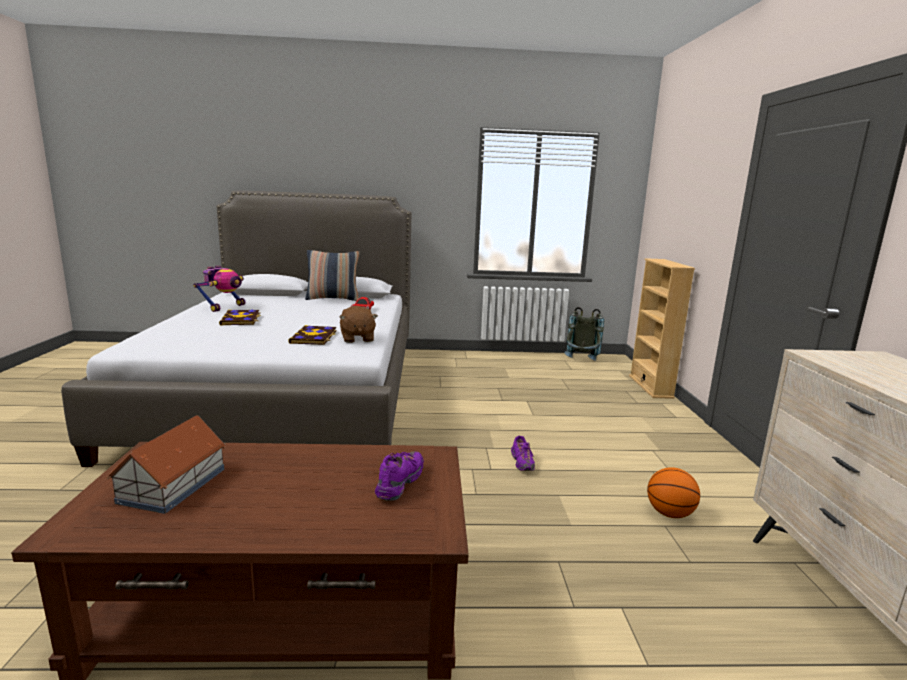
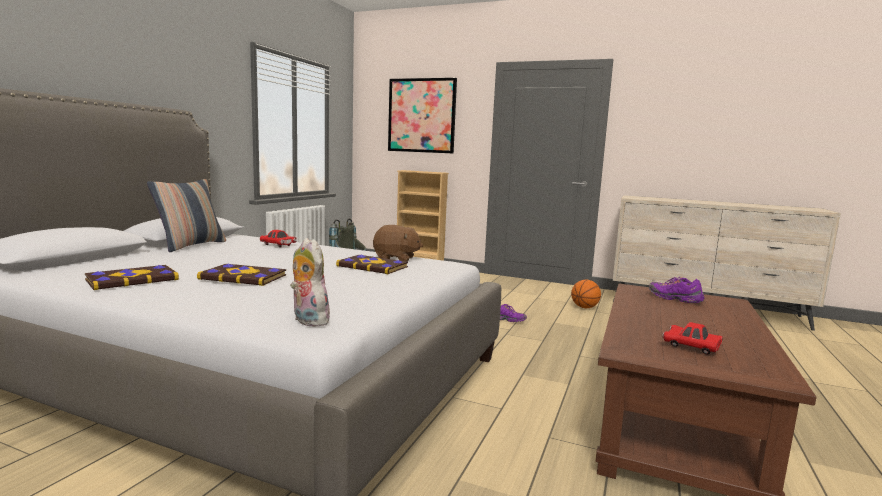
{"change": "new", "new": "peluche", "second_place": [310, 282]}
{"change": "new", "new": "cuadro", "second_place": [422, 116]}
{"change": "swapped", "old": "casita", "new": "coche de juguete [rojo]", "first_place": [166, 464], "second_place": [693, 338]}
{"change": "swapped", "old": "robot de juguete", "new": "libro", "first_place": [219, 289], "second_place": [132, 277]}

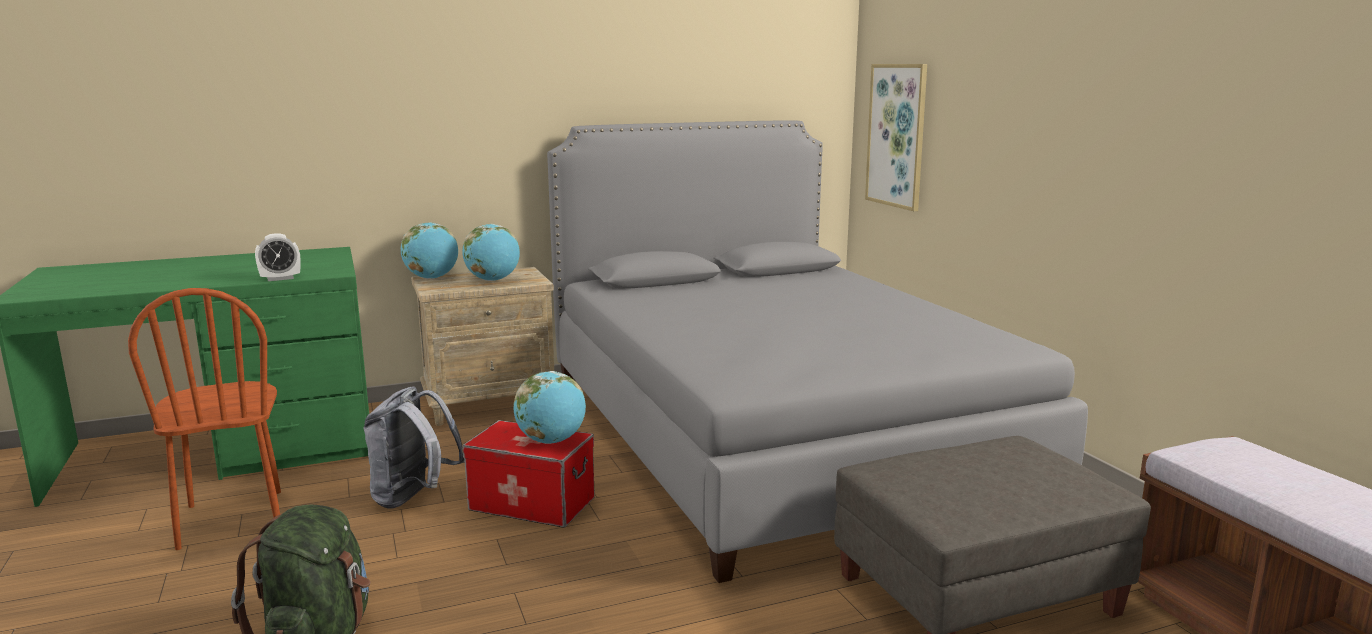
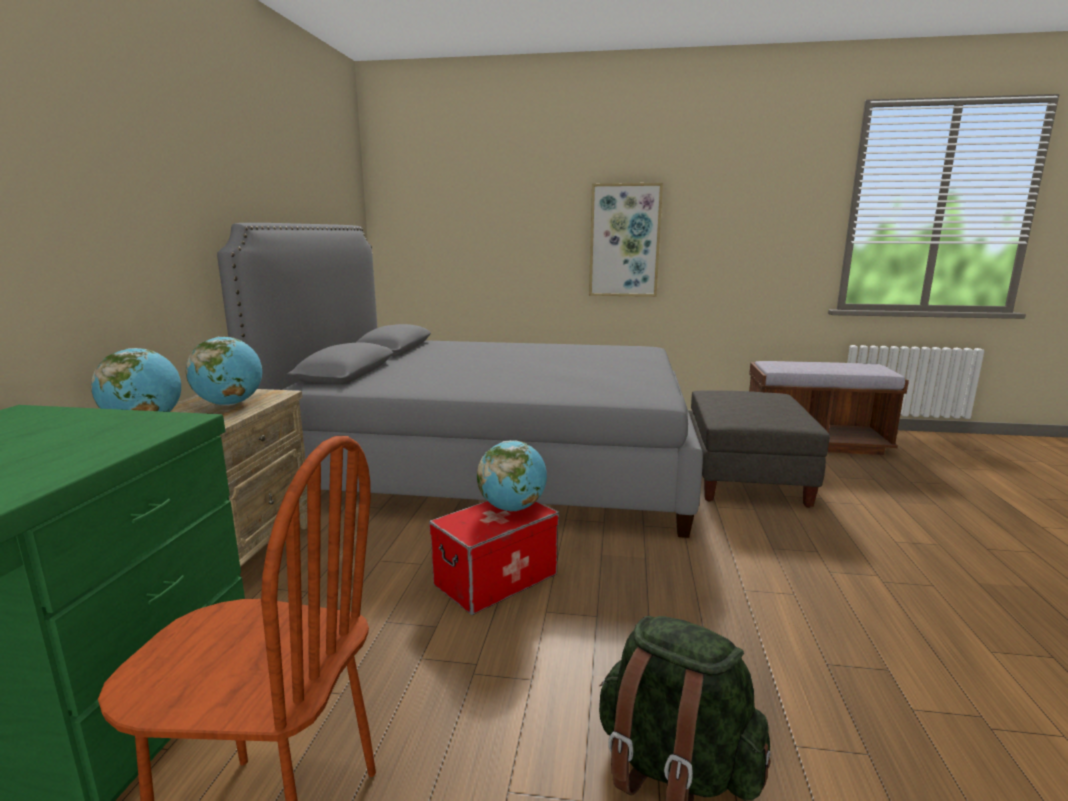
{"change": "gone", "old": "despertador", "first_place": [278, 257]}
{"change": "gone", "old": "mochila [gris]", "first_place": [414, 447]}
{"change": "shifted", "old": "cuadro", "first_place": [896, 137], "second_place": [626, 240]}

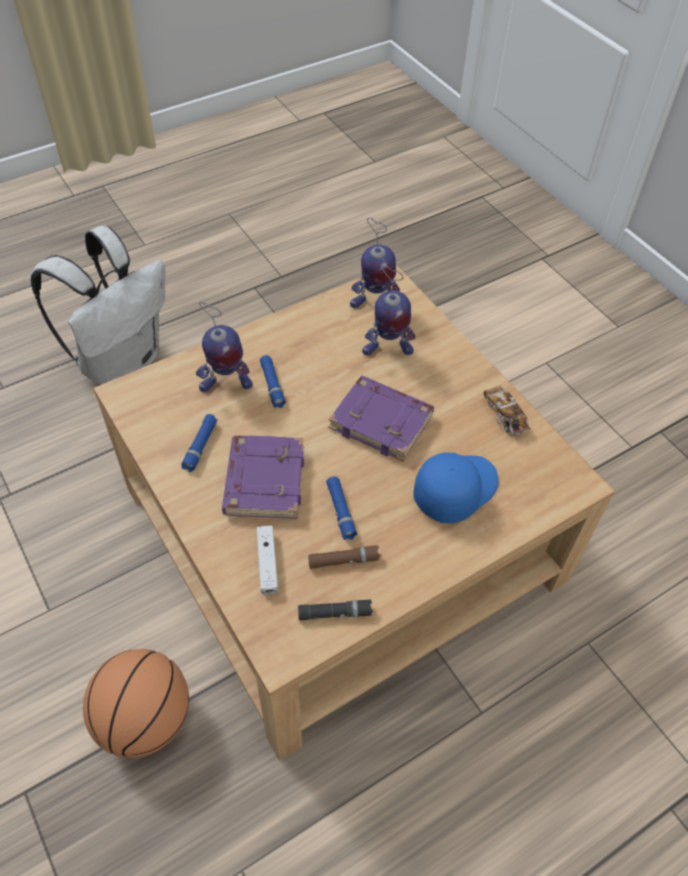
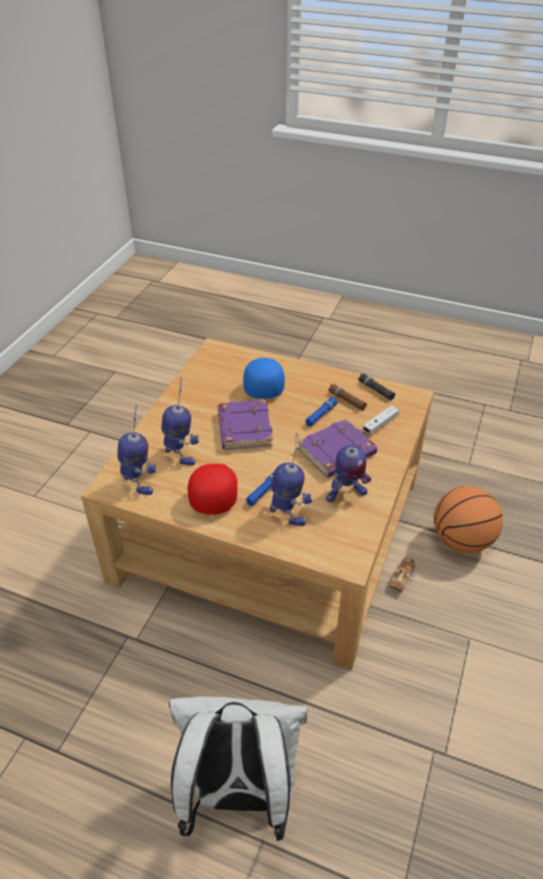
{"change": "new", "new": "gorra [rojo]", "second_place": [213, 489]}
{"change": "shifted", "old": "coche de juguete", "first_place": [507, 410], "second_place": [403, 575]}
{"change": "swapped", "old": "linterna [azul]", "new": "robot de juguete", "first_place": [199, 443], "second_place": [348, 464]}
{"change": "rotated", "old": "gorra [azul]", "first_place": [456, 487], "second_place": [264, 378], "degrees": 75}

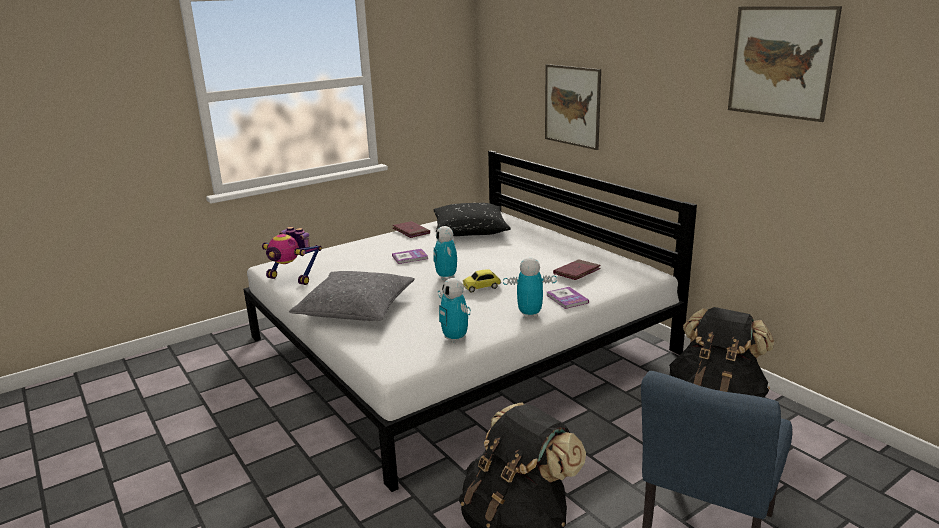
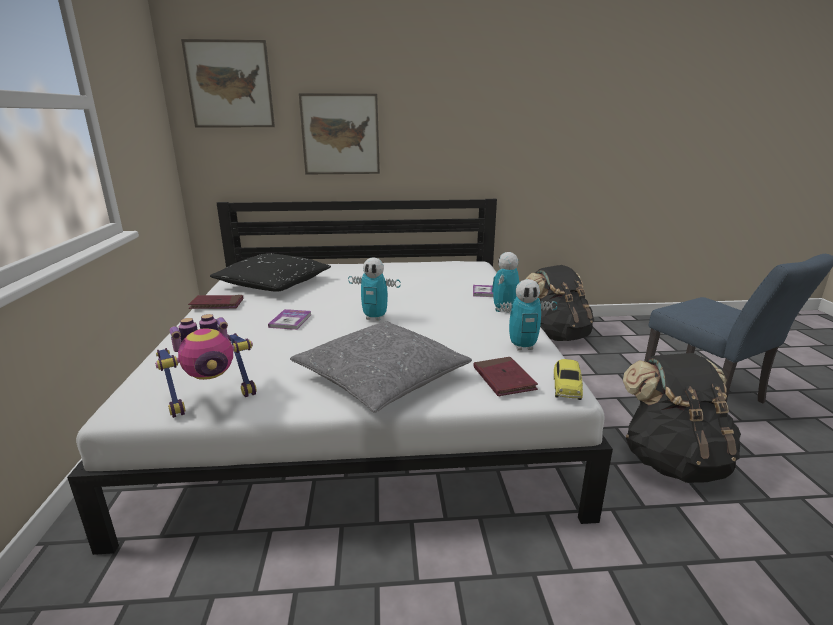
{"change": "shifted", "old": "coche de juguete", "first_place": [482, 281], "second_place": [568, 379]}
{"change": "shifted", "old": "libro [rojo]", "first_place": [577, 269], "second_place": [506, 376]}
{"change": "shifted", "old": "cuadro", "first_place": [785, 64], "second_place": [228, 83]}

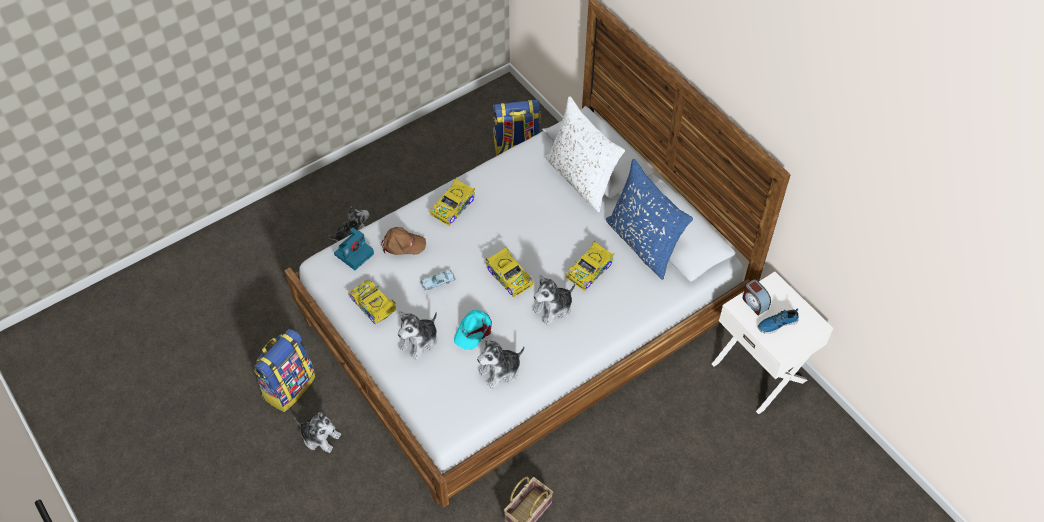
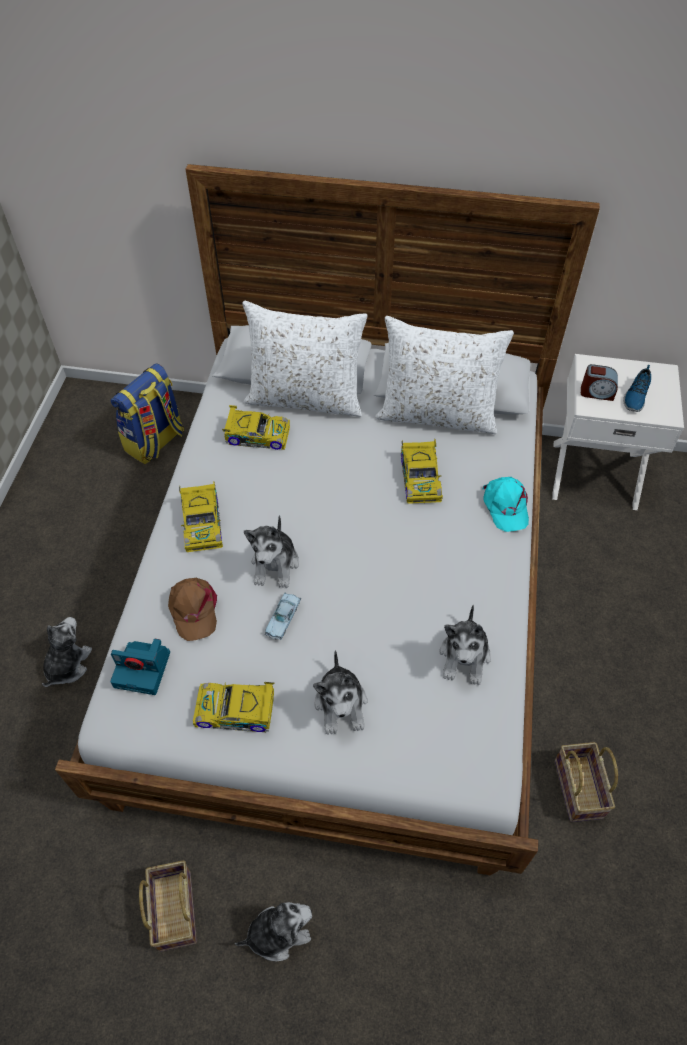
{"change": "shifted", "old": "gorra [turquesa]", "first_place": [473, 330], "second_place": [505, 504]}
{"change": "shifted", "old": "coche de juguete", "first_place": [510, 271], "second_place": [256, 427]}
{"change": "shifted", "old": "peluche", "first_place": [554, 300], "second_place": [271, 551]}
{"change": "swapped", "old": "mochila", "new": "cesta", "first_place": [284, 370], "second_place": [168, 906]}
{"change": "repainted", "old": "cojín [azul]", "new": "cojín [blanco]", "first_place": [649, 219], "second_place": [444, 375]}
{"change": "rotated", "old": "cámara", "first_place": [354, 248], "second_place": [140, 667], "degrees": 105}
{"change": "rotated", "old": "gorra [marrón]", "first_place": [403, 241], "second_place": [192, 609], "degrees": 120}

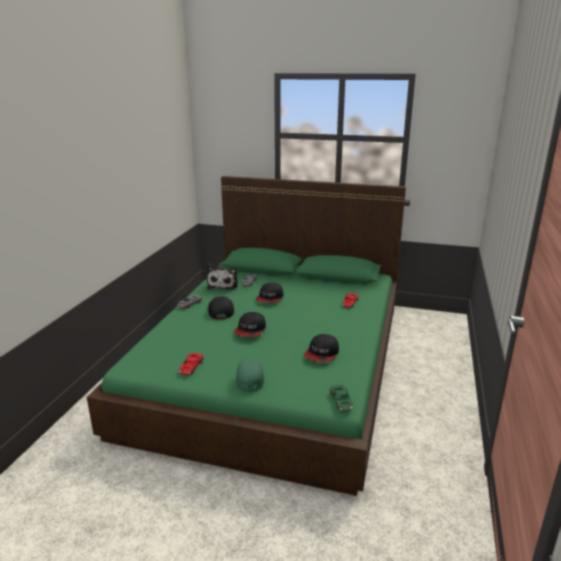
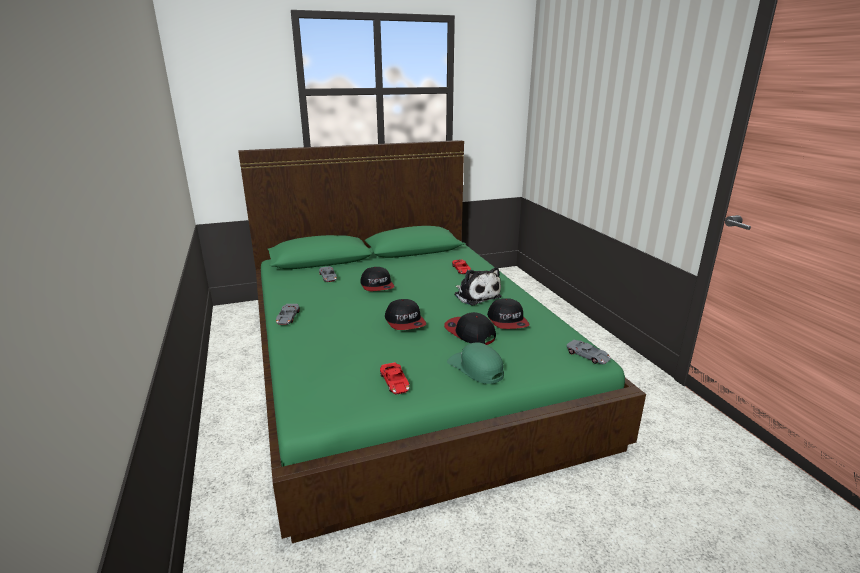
{"change": "shifted", "old": "peluche", "first_place": [222, 277], "second_place": [478, 286]}
{"change": "shifted", "old": "gorra", "first_place": [221, 307], "second_place": [470, 328]}
{"change": "repainted", "old": "coche de juguete [verde]", "new": "coche de juguete [gris]", "first_place": [341, 397], "second_place": [589, 352]}

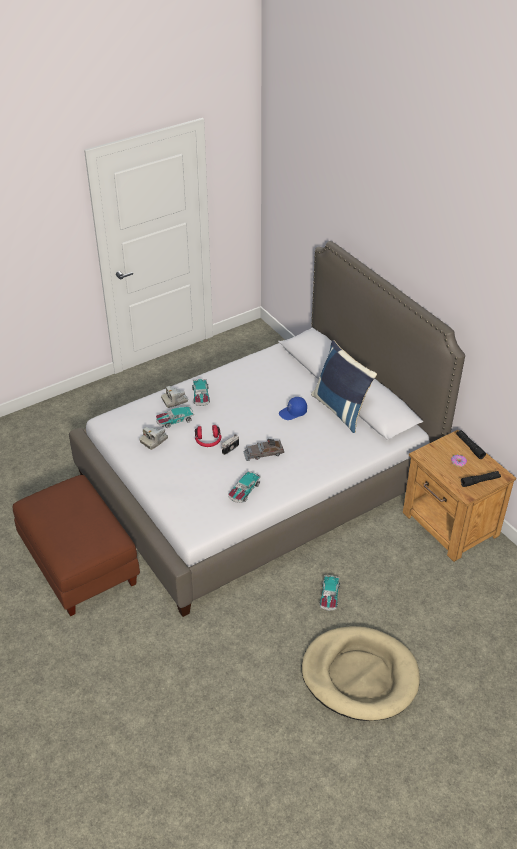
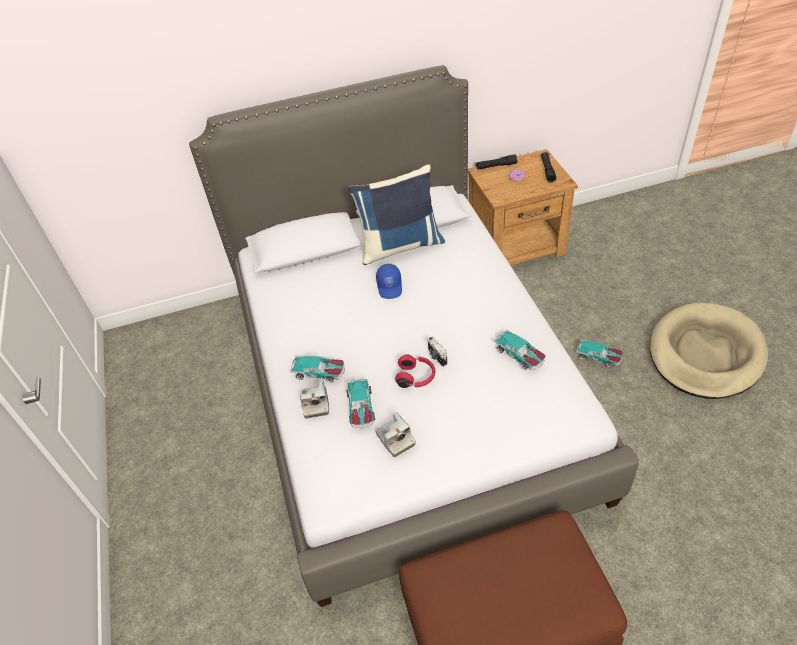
{"change": "gone", "old": "coche de juguete [gris]", "first_place": [263, 450]}

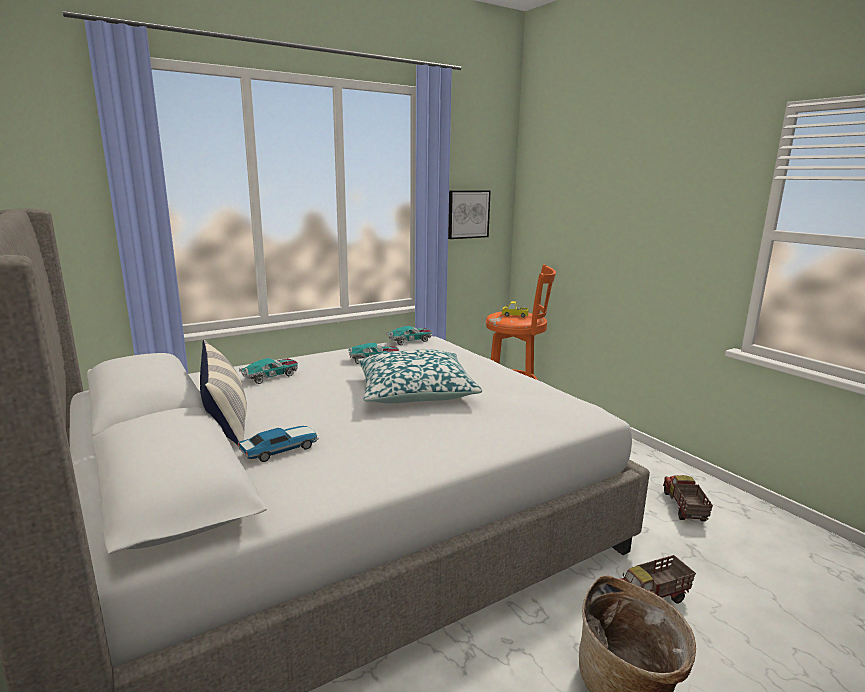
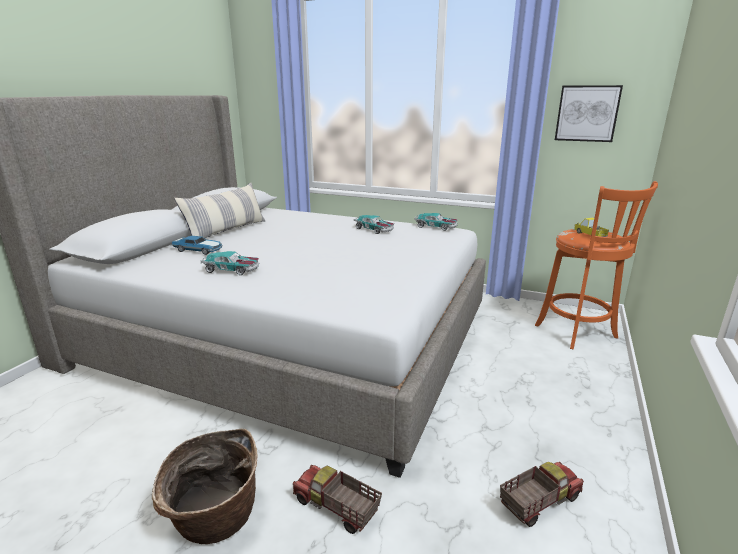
{"change": "gone", "old": "cojín", "first_place": [419, 377]}
{"change": "shifted", "old": "coche de juguete", "first_place": [268, 371], "second_place": [230, 263]}

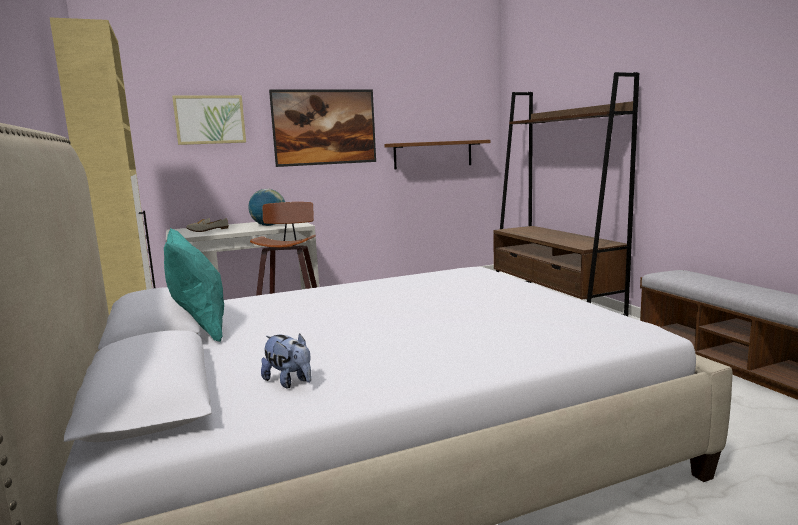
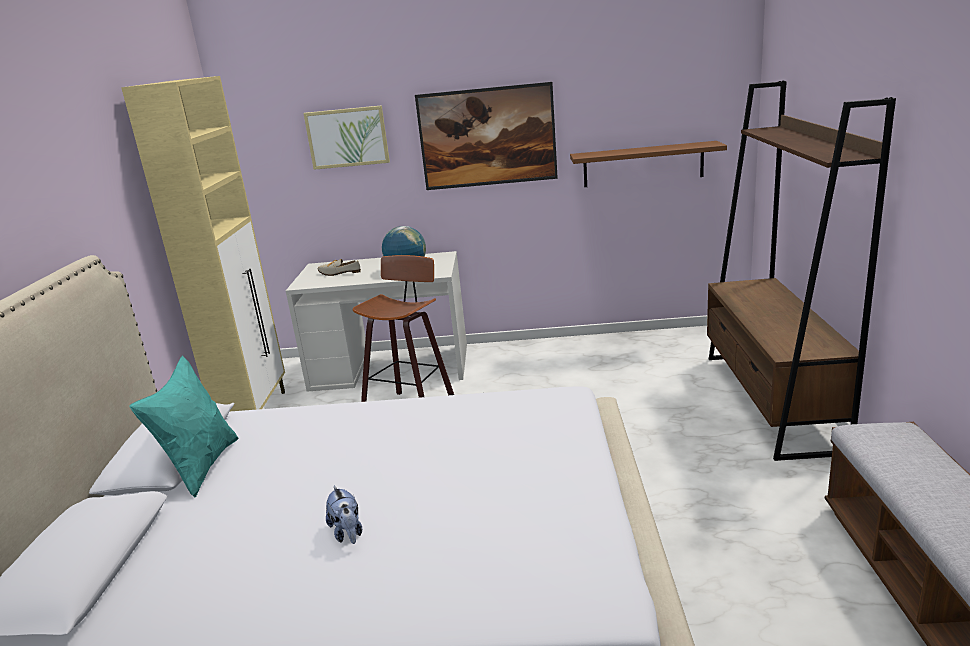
{"change": "shifted", "old": "peluche", "first_place": [286, 360], "second_place": [344, 515]}

